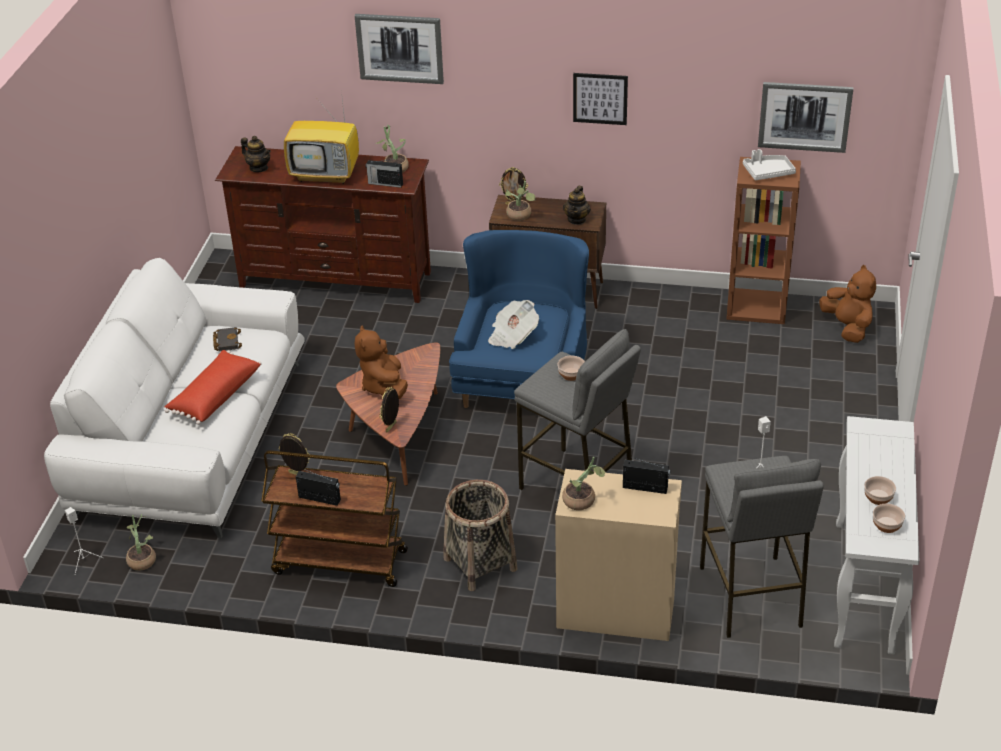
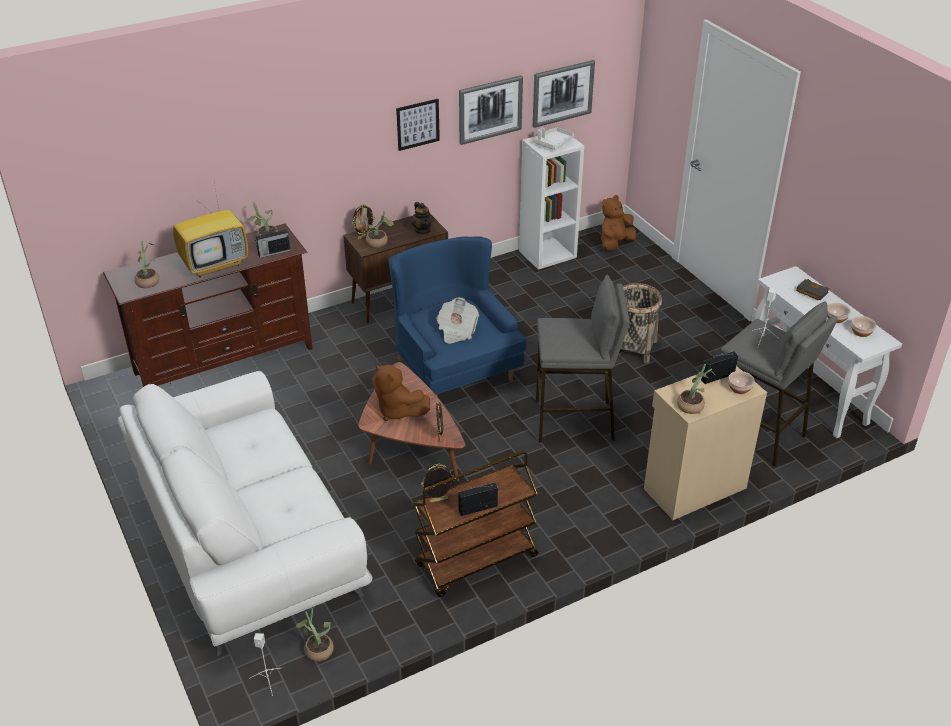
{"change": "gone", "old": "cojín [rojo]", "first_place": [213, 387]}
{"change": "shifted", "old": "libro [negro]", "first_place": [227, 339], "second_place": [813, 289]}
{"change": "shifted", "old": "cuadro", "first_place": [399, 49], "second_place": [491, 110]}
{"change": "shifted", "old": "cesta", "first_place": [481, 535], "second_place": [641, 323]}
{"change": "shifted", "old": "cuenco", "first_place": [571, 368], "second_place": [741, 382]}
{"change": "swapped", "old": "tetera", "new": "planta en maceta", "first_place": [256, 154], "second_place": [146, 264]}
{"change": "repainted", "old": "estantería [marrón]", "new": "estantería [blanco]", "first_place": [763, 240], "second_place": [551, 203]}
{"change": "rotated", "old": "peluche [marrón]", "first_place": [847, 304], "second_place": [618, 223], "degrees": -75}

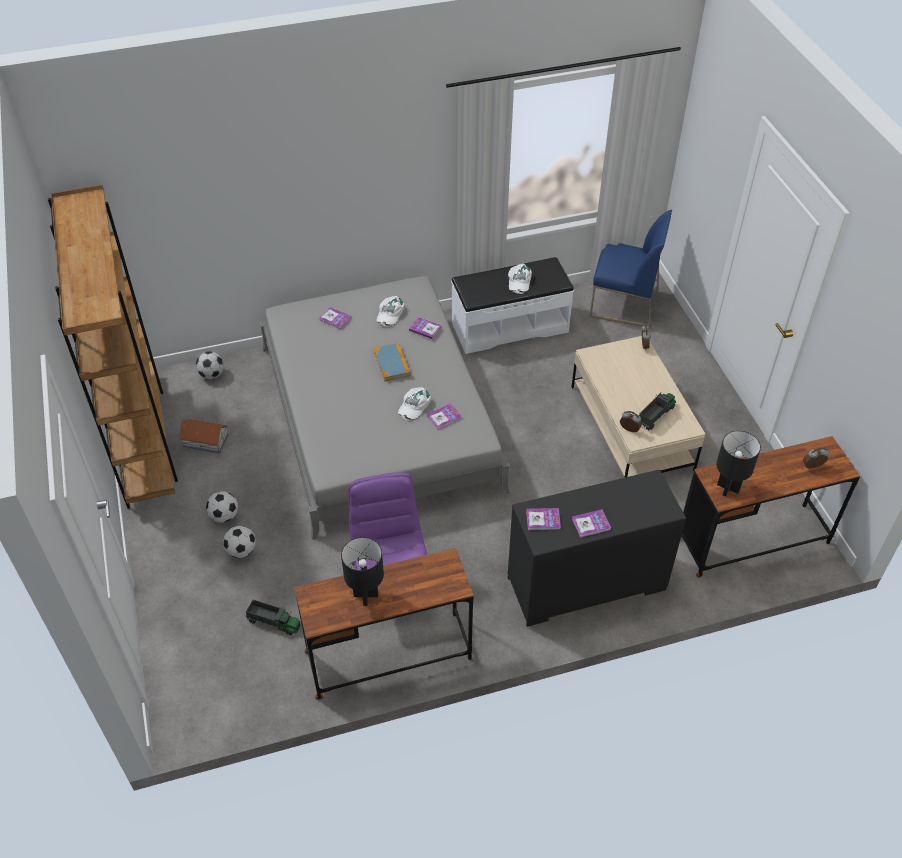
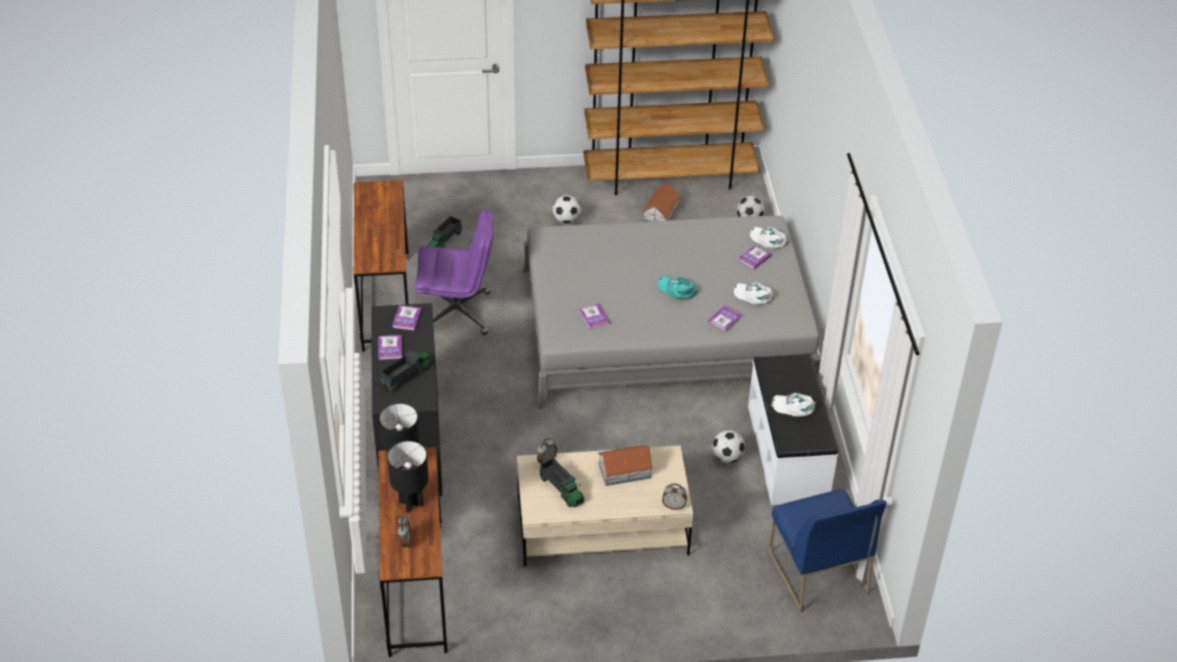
{"change": "new", "new": "camión de juguete", "second_place": [406, 370]}
{"change": "new", "new": "casita", "second_place": [625, 465]}
{"change": "shifted", "old": "balón de fútbol", "first_place": [239, 542], "second_place": [728, 446]}
{"change": "shifted", "old": "lámpara de mesa [negro]", "first_place": [362, 571], "second_place": [408, 477]}
{"change": "shifted", "old": "gorra [blanco]", "first_place": [414, 404], "second_place": [770, 237]}
{"change": "swapped", "old": "libro", "new": "gorra [turquesa]", "first_place": [392, 362], "second_place": [678, 287]}
{"change": "rotated", "old": "silla [azul]", "first_place": [631, 269], "second_place": [827, 550], "degrees": -45}

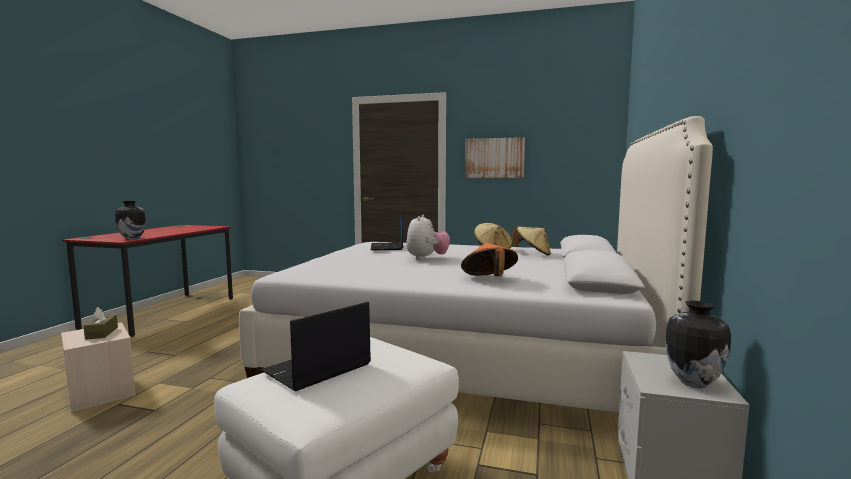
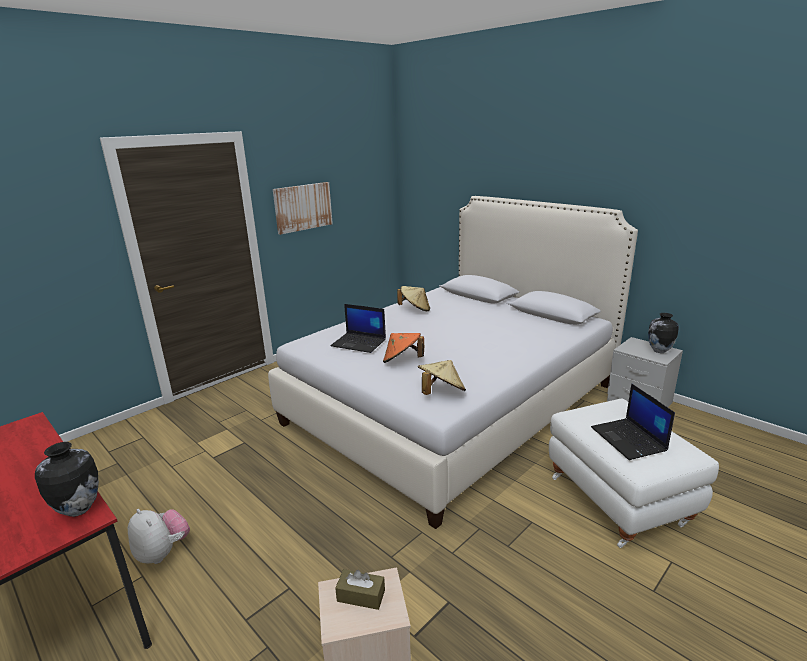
{"change": "shifted", "old": "peluche", "first_place": [428, 237], "second_place": [159, 536]}
{"change": "shifted", "old": "sombrero [naranja]", "first_place": [489, 259], "second_place": [403, 348]}
{"change": "shifted", "old": "sombrero [beis]", "first_place": [531, 241], "second_place": [442, 377]}

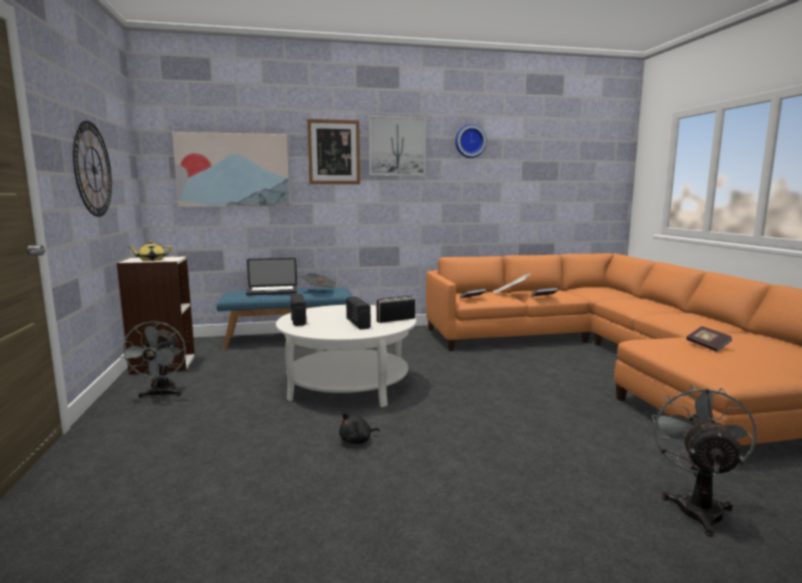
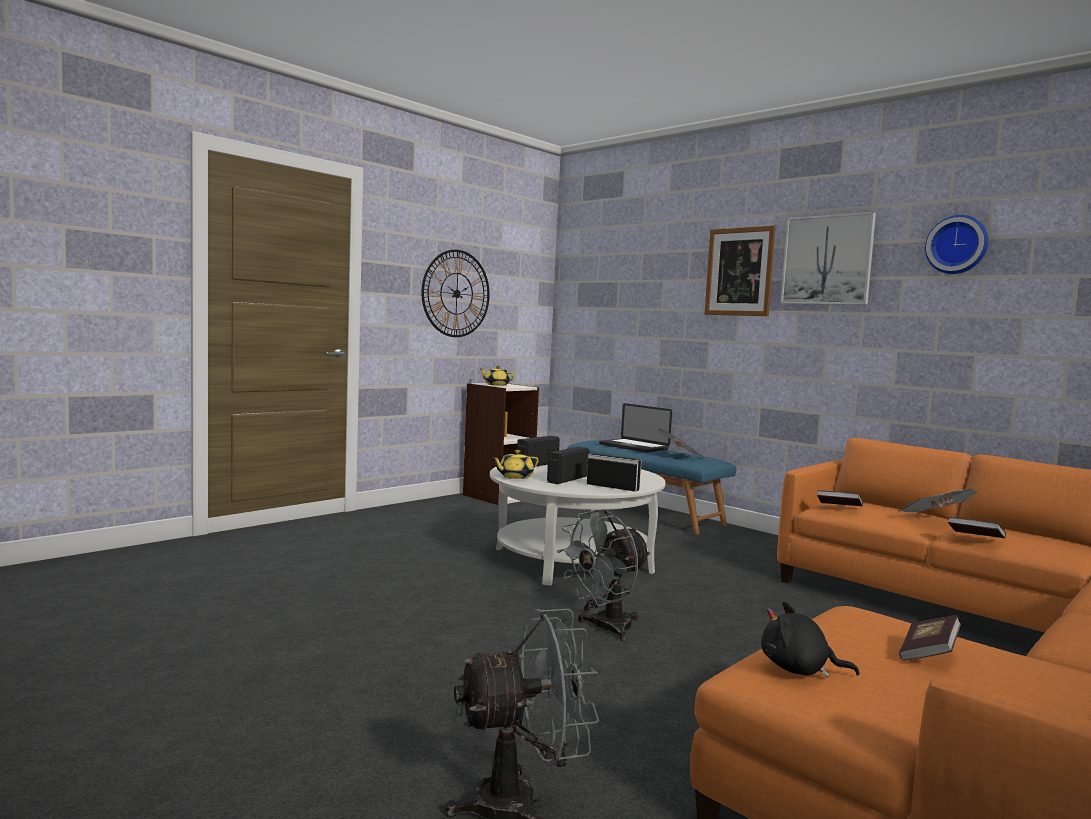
{"change": "gone", "old": "cuadro", "first_place": [231, 169]}
{"change": "new", "new": "tetera [amarillo]", "second_place": [515, 464]}
{"change": "shifted", "old": "ventilador [gris]", "first_place": [152, 359], "second_place": [604, 575]}
{"change": "shifted", "old": "peluche [negro]", "first_place": [359, 428], "second_place": [810, 639]}

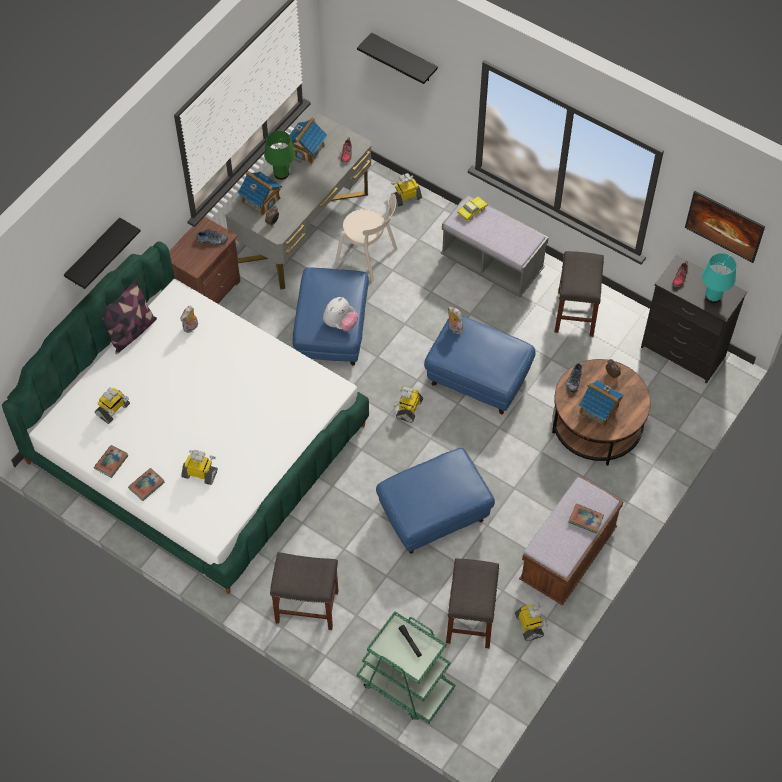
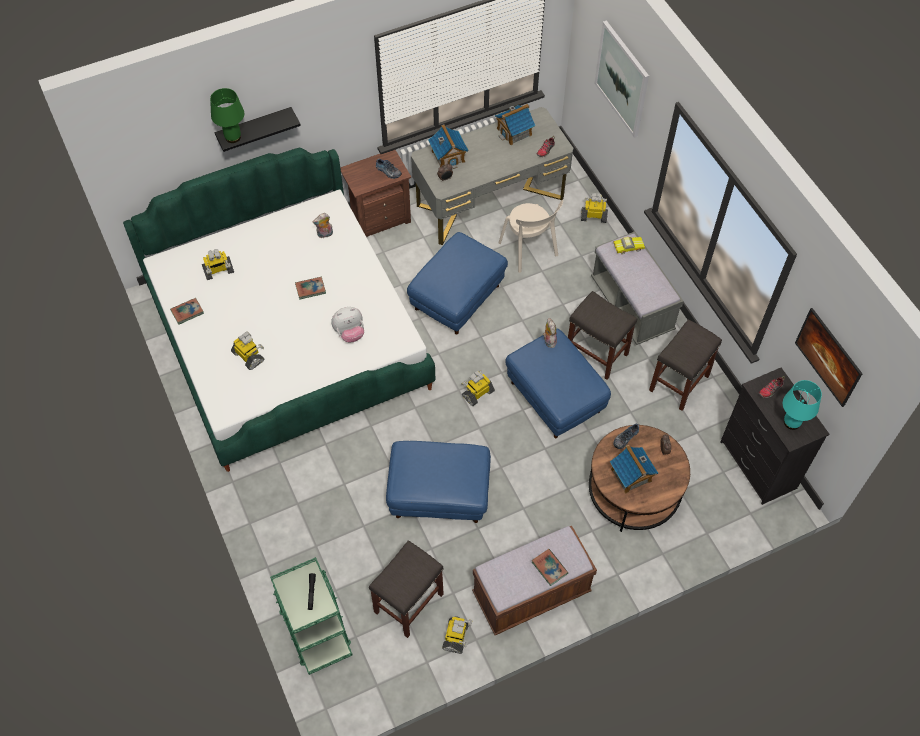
{"change": "gone", "old": "cojín", "first_place": [129, 316]}
{"change": "shifted", "old": "libro", "first_place": [146, 484], "second_place": [310, 288]}
{"change": "shifted", "old": "lámpara de mesa [verde]", "first_place": [279, 155], "second_place": [227, 115]}
{"change": "shifted", "old": "taburete [gris]", "first_place": [304, 591], "second_place": [602, 335]}
{"change": "shifted", "old": "peluche", "first_place": [340, 314], "second_place": [347, 324]}
{"change": "swapped", "old": "estante [negro]", "new": "cuadro", "first_place": [397, 58], "second_place": [621, 79]}

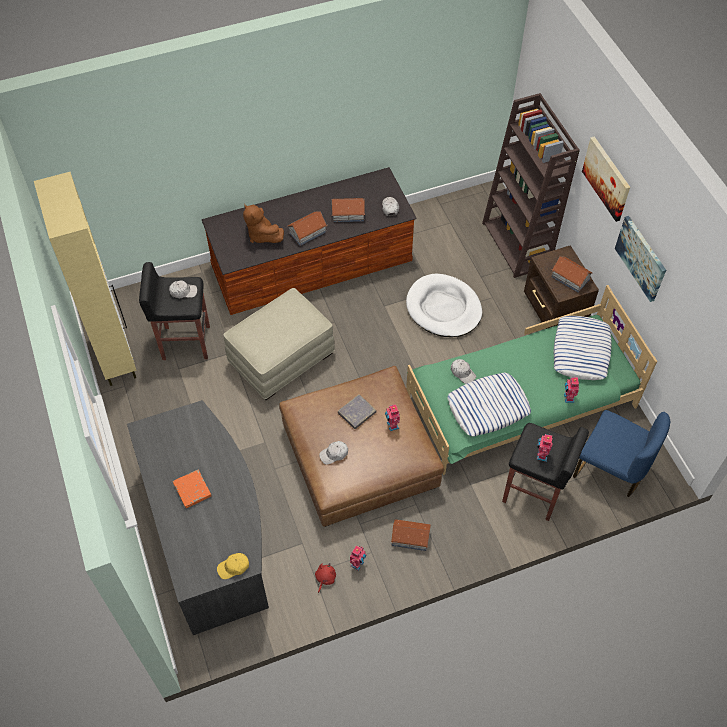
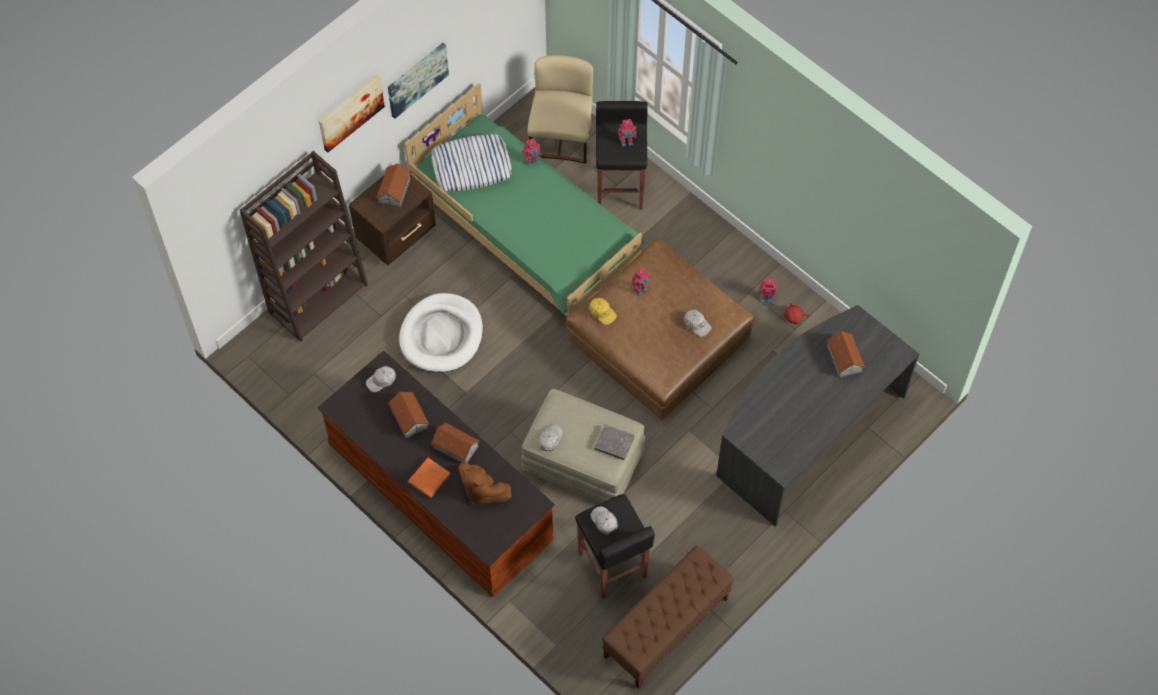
{"change": "gone", "old": "cojín", "first_place": [489, 405]}
{"change": "shifted", "old": "libro [naranja]", "first_place": [192, 488], "second_place": [429, 478]}
{"change": "shifted", "old": "gorra [amarillo]", "first_place": [233, 566], "second_place": [603, 311]}
{"change": "shifted", "old": "libro [gris]", "first_place": [357, 411], "second_place": [614, 442]}
{"change": "shifted", "old": "casita", "first_place": [411, 535], "second_place": [846, 354]}
{"change": "shifted", "old": "gorra [blanco]", "first_place": [463, 371], "second_place": [551, 437]}
{"change": "swapped", "old": "armario [beis]", "new": "banco [marrón]", "first_place": [85, 279], "second_place": [668, 617]}
{"change": "repainted", "old": "silla [azul]", "new": "silla [beis]", "first_place": [621, 453], "second_place": [560, 109]}
{"change": "rotated", "old": "peluche [marrón]", "first_place": [263, 223], "second_place": [484, 483], "degrees": 105}

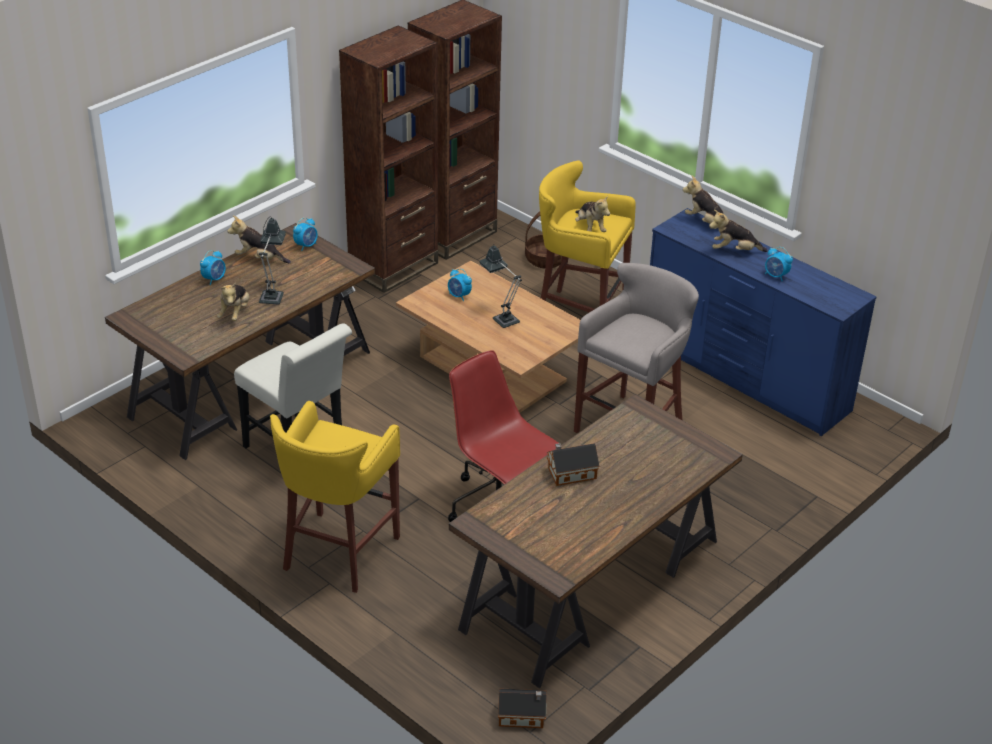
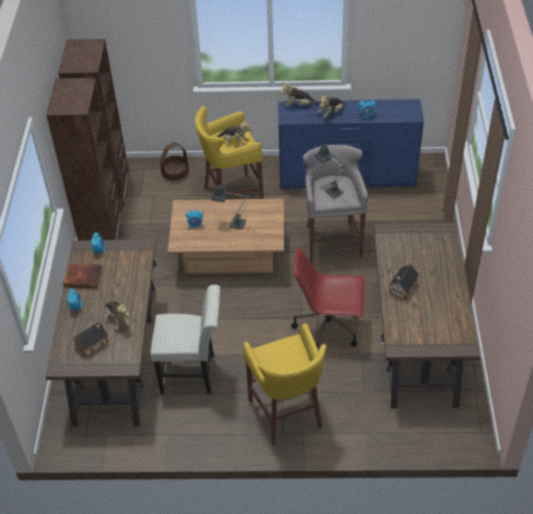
{"change": "shifted", "old": "lámpara de mesa", "first_place": [272, 261], "second_place": [330, 171]}
{"change": "shifted", "old": "casita", "first_place": [522, 708], "second_place": [90, 340]}
{"change": "swapped", "old": "peluche", "new": "libro", "first_place": [259, 239], "second_place": [83, 276]}

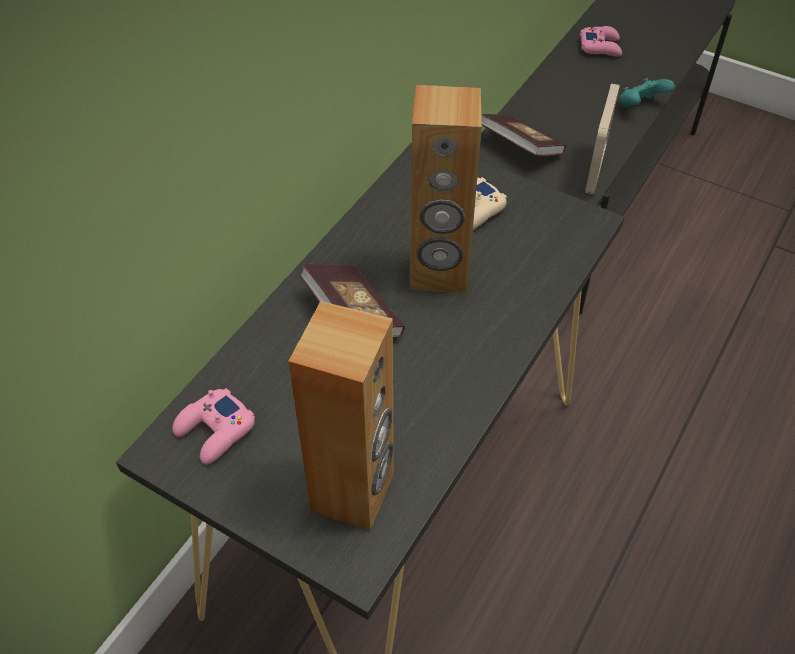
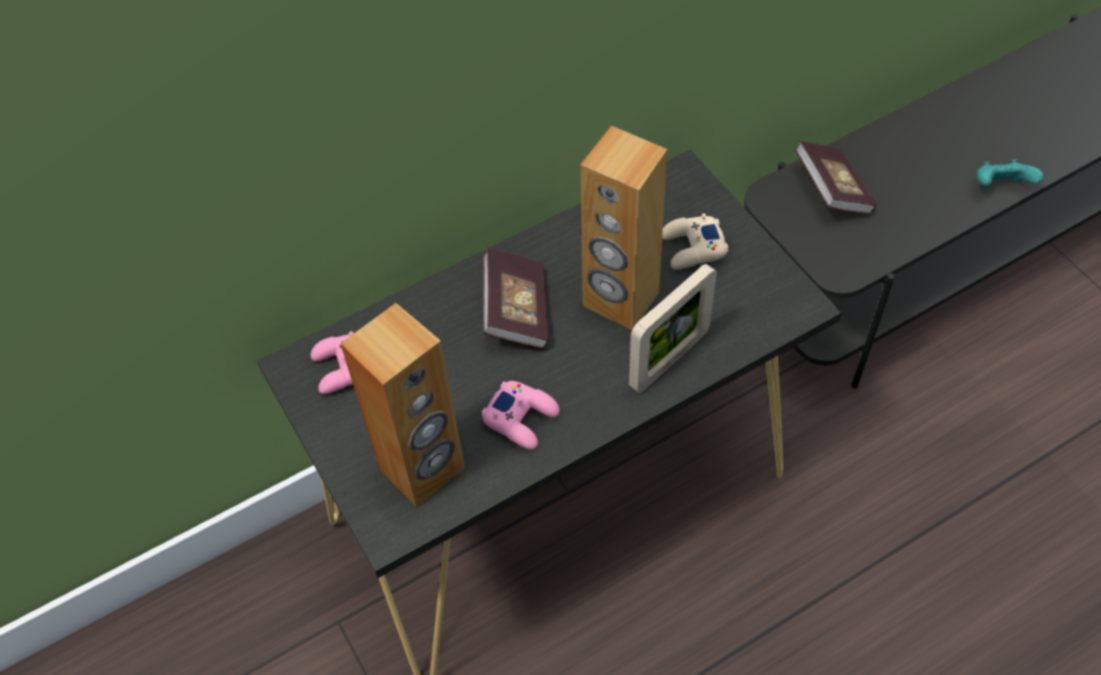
{"change": "shifted", "old": "mando de consola [rosa]", "first_place": [601, 41], "second_place": [521, 415]}
{"change": "shifted", "old": "portarretratos", "first_place": [602, 139], "second_place": [673, 328]}

